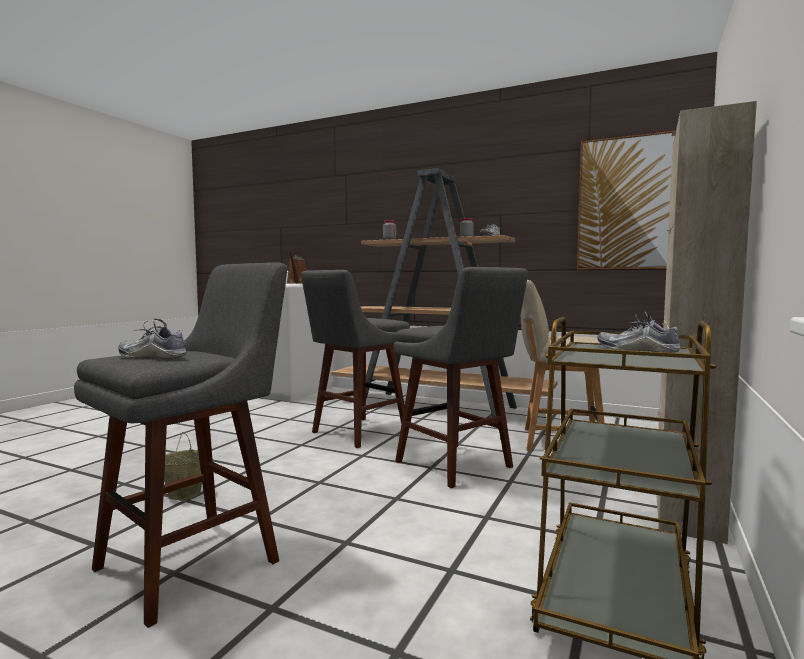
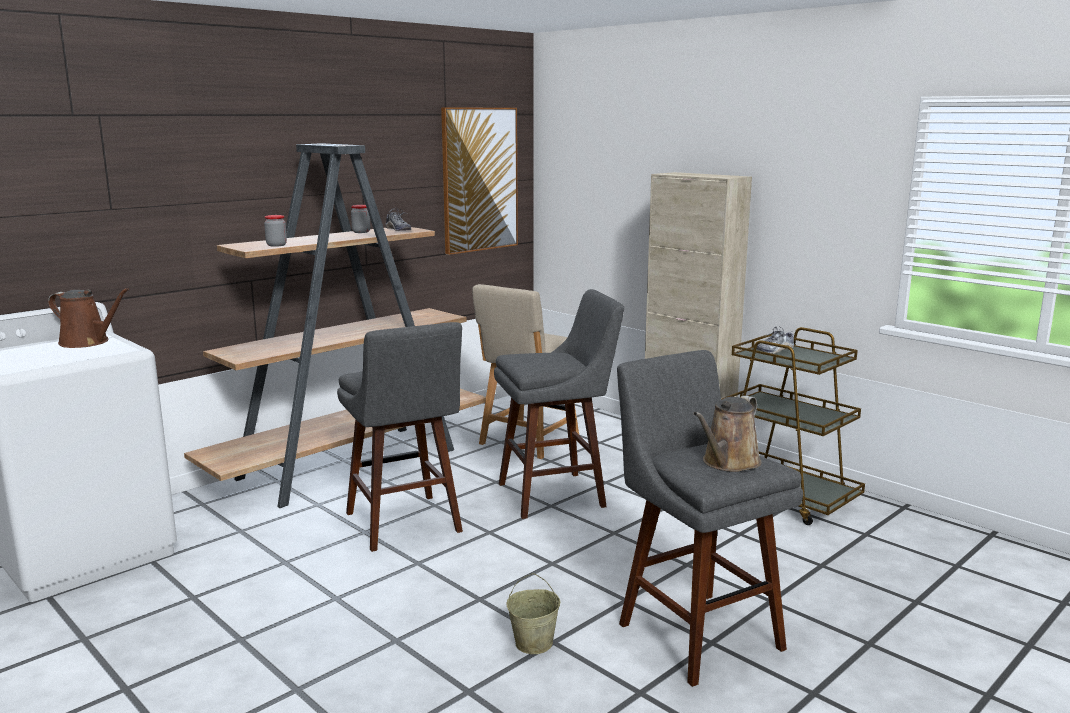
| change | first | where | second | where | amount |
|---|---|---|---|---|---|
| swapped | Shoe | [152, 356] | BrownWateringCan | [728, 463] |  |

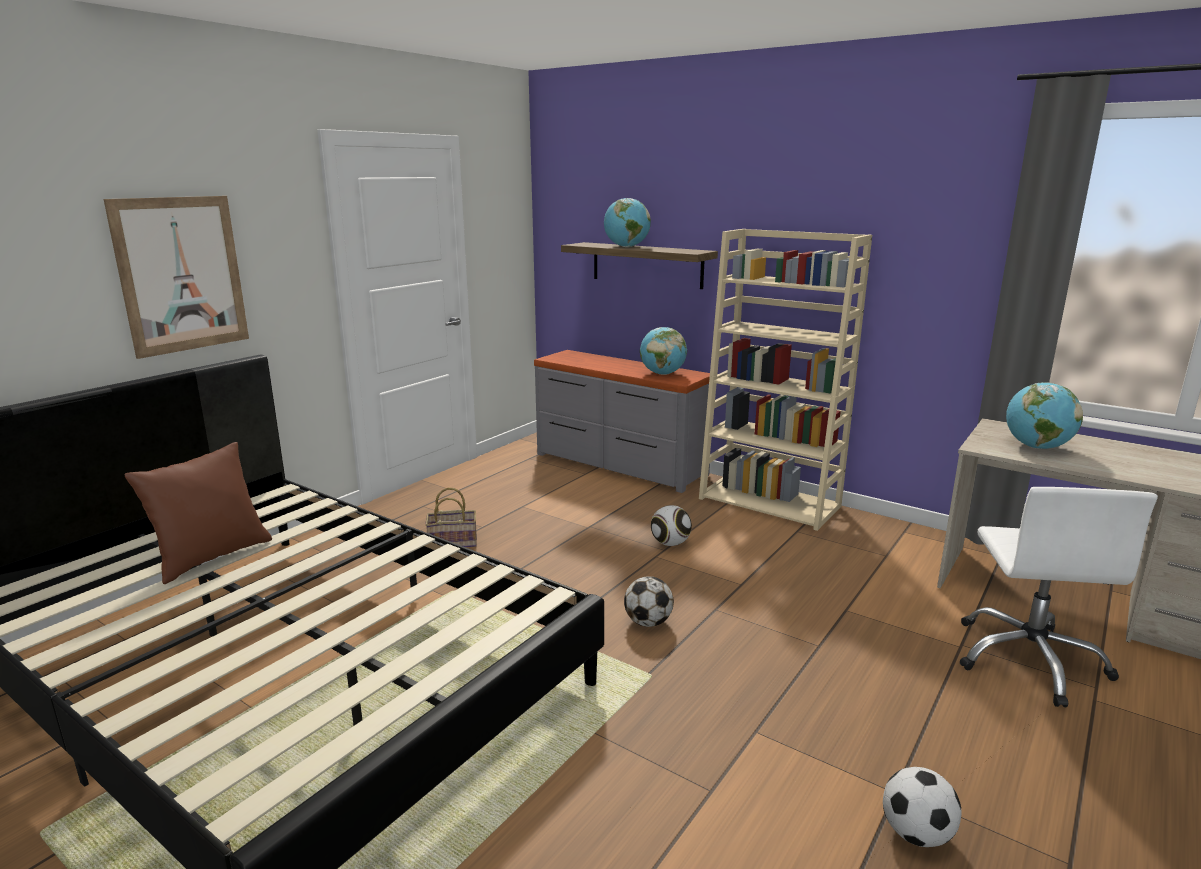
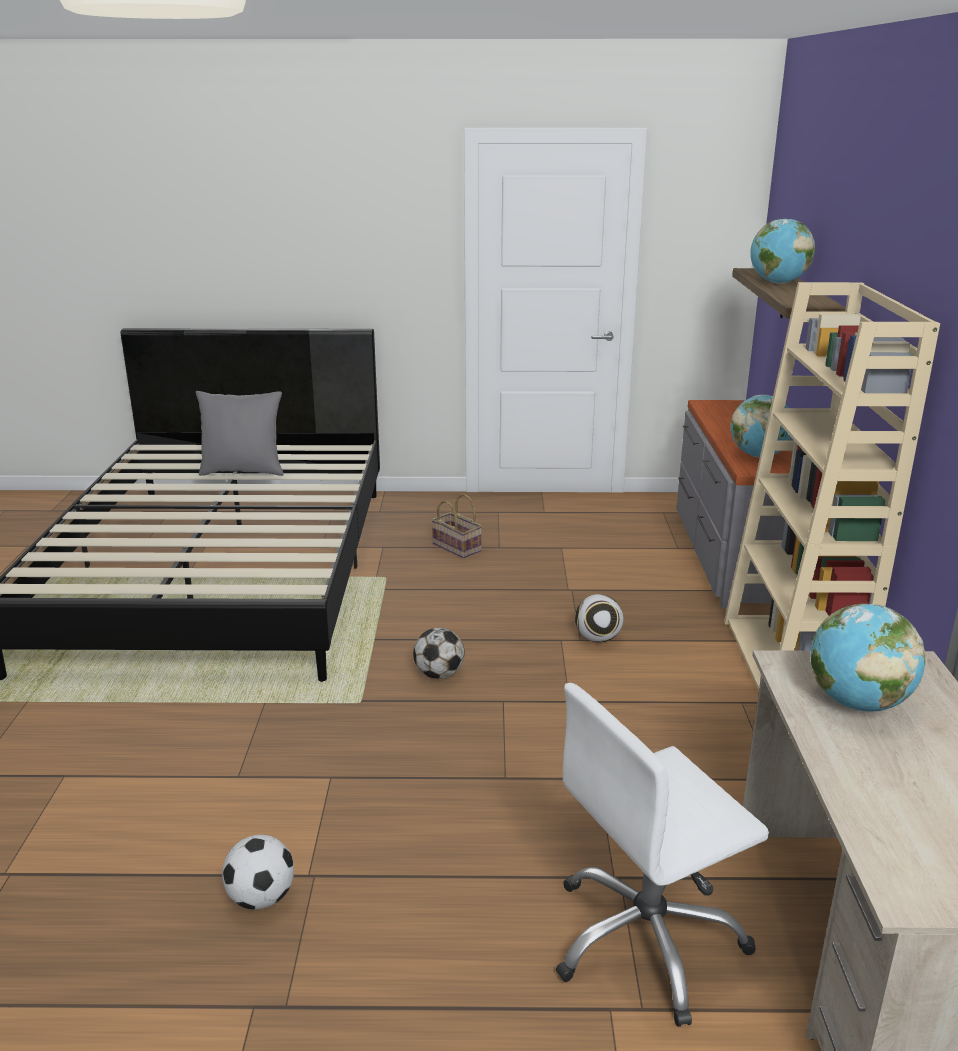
| change | first | where | second | where | amount |
|---|---|---|---|---|---|
| gone | Picture | [181, 274] |  |  |  |
| repainted | BrownPillow | [212, 557] | GreyPillow | [243, 471] |  |

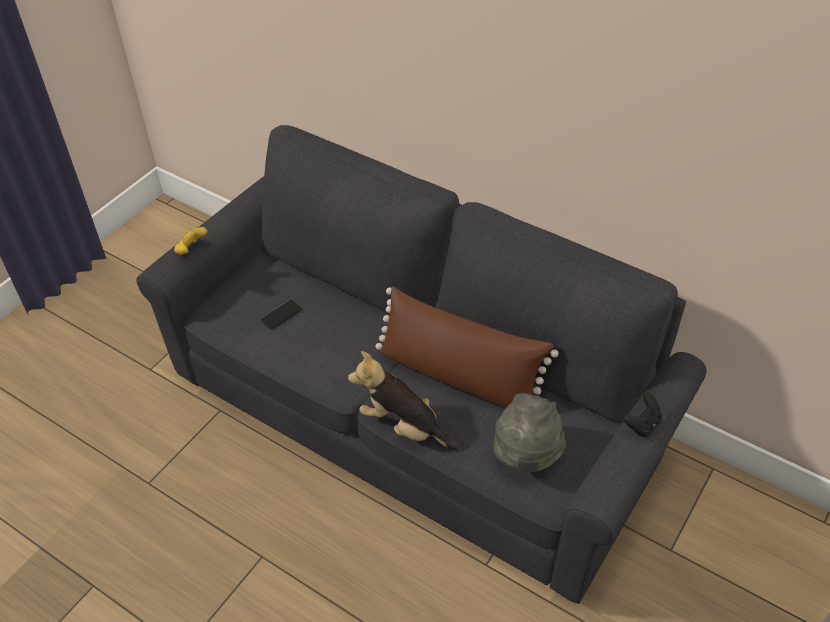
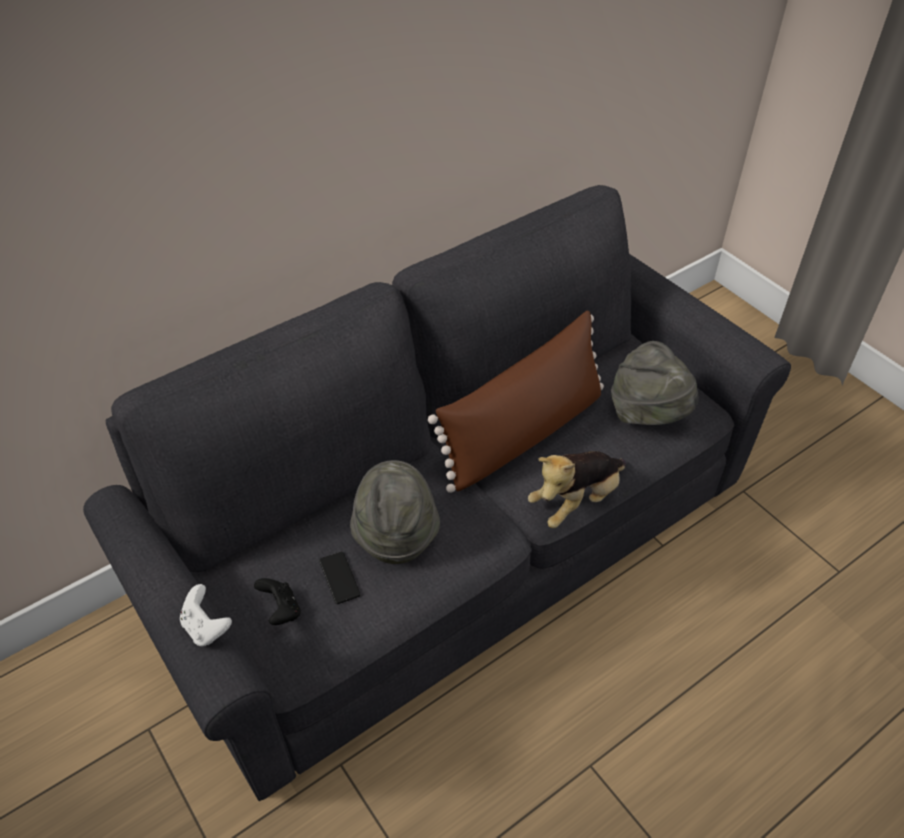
| change | first | where | second | where | amount |
|---|---|---|---|---|---|
| repainted | YellowGameController | [191, 250] | WhiteGameController | [206, 627] |  |
| shifted | BlackGameController | [642, 424] |  | [281, 610] |  |
| new |  |  | GreyHat | [395, 534] |  |

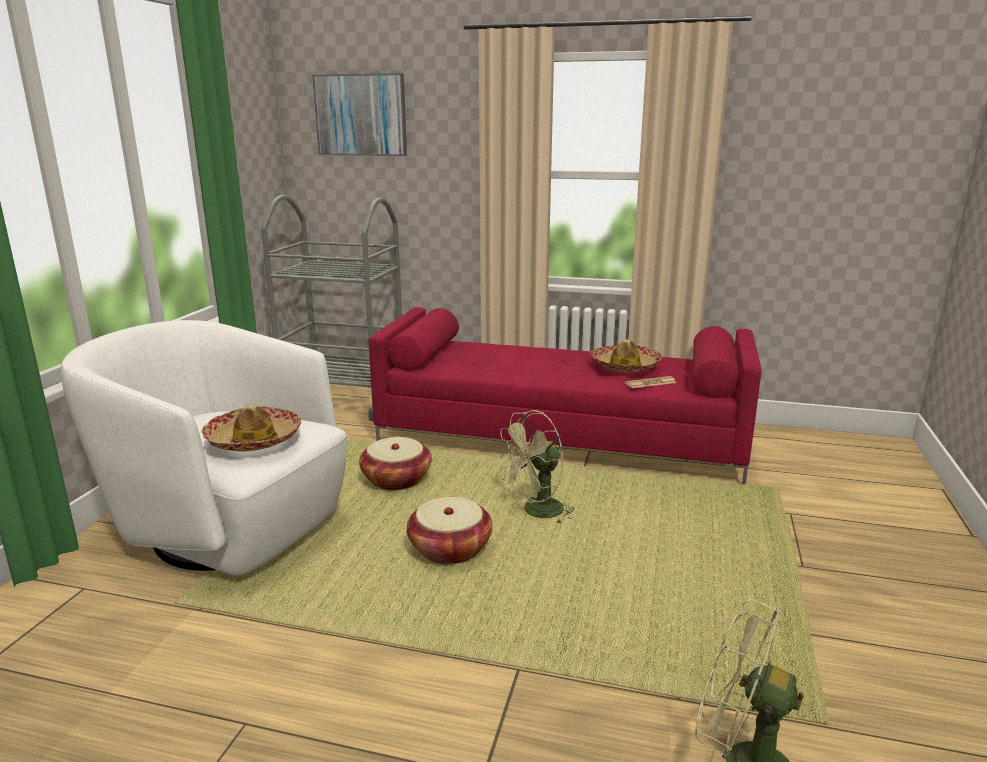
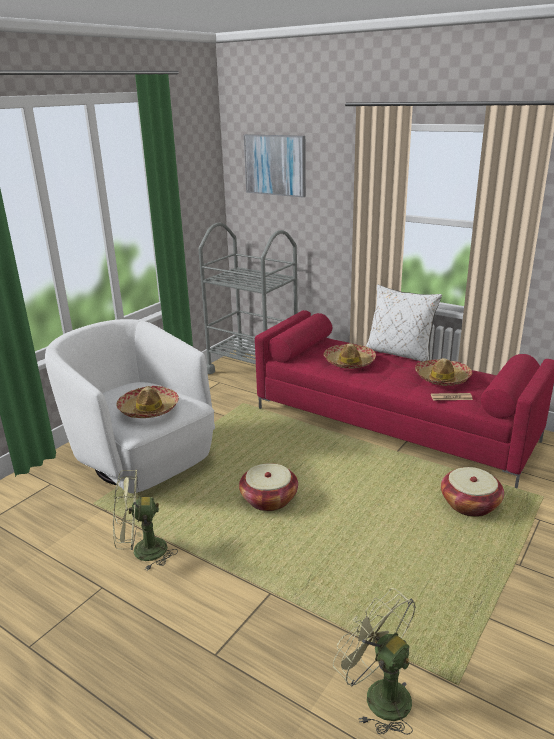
| change | first | where | second | where | amount |
|---|---|---|---|---|---|
| shifted | GreenFan | [536, 512] |  | [142, 552] |  |
| shifted | Basket | [396, 479] |  | [469, 504] |  |
| new |  |  | WhitePillow | [399, 353] |  |
| new |  |  | Hat | [349, 362] |  |

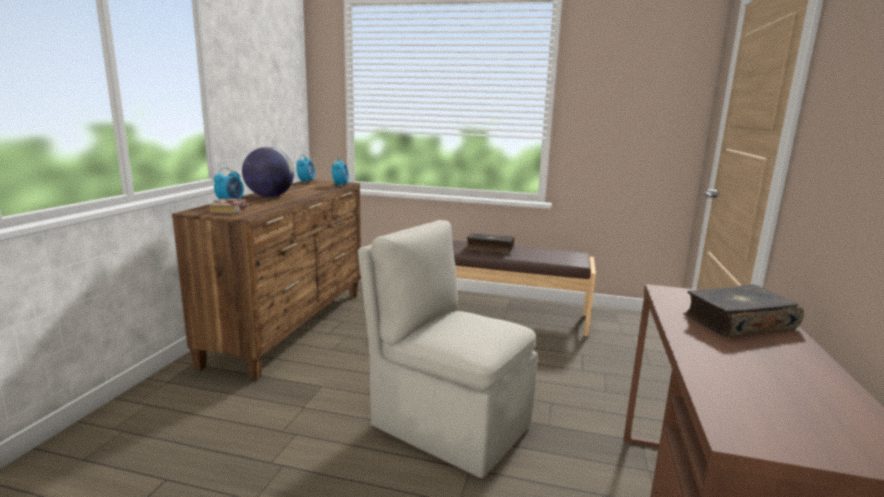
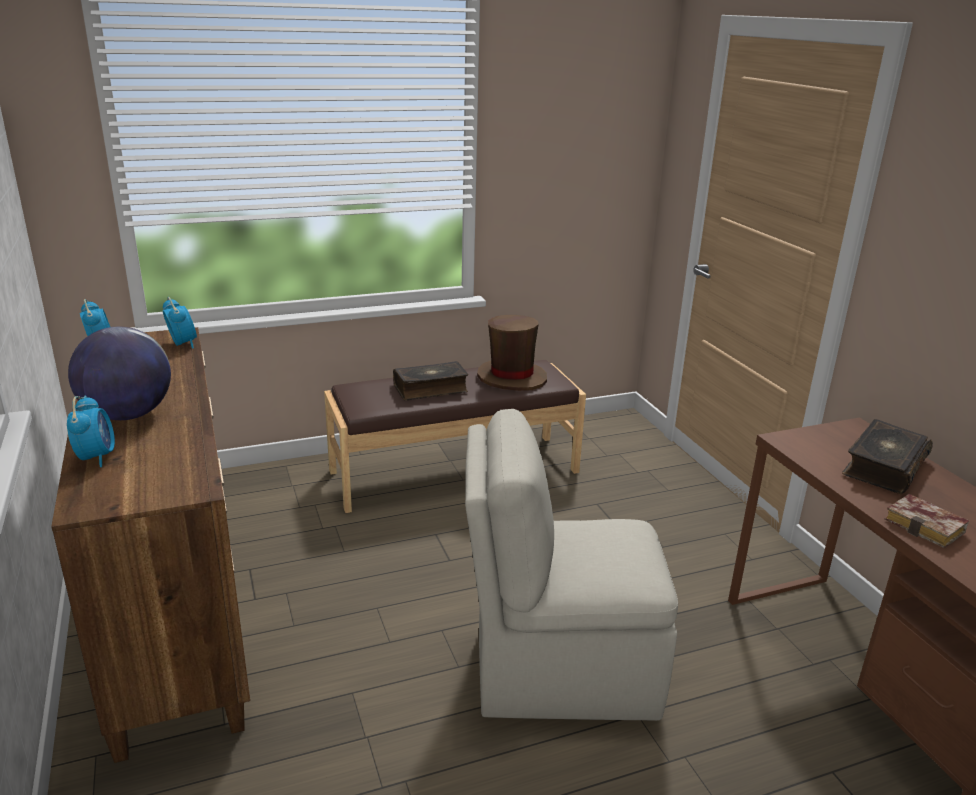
| change | first | where | second | where | amount |
|---|---|---|---|---|---|
| shifted | Book | [229, 210] |  | [927, 527] |  |
| new |  |  | BrownHat | [511, 377] |  |

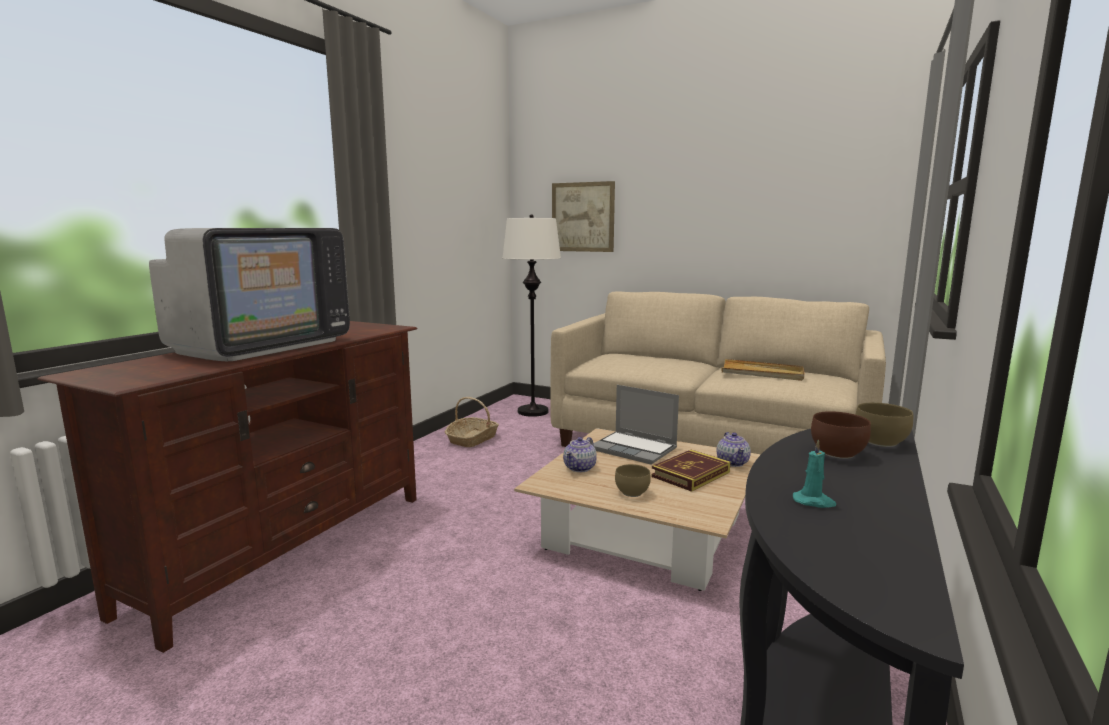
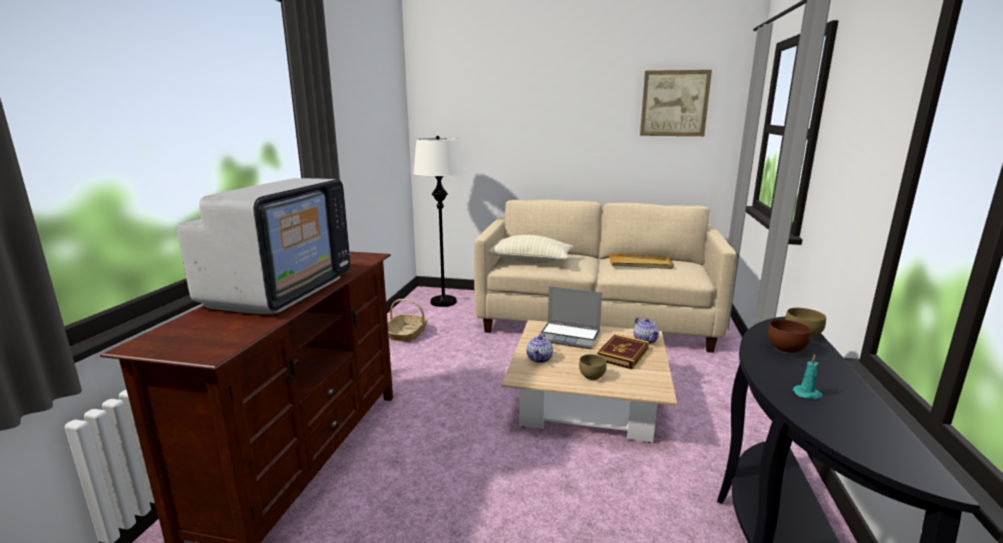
| change | first | where | second | where | amount |
|---|---|---|---|---|---|
| shifted | Picture | [582, 217] |  | [674, 103] |  |
| new |  |  | BeigePillow | [530, 261] |  |

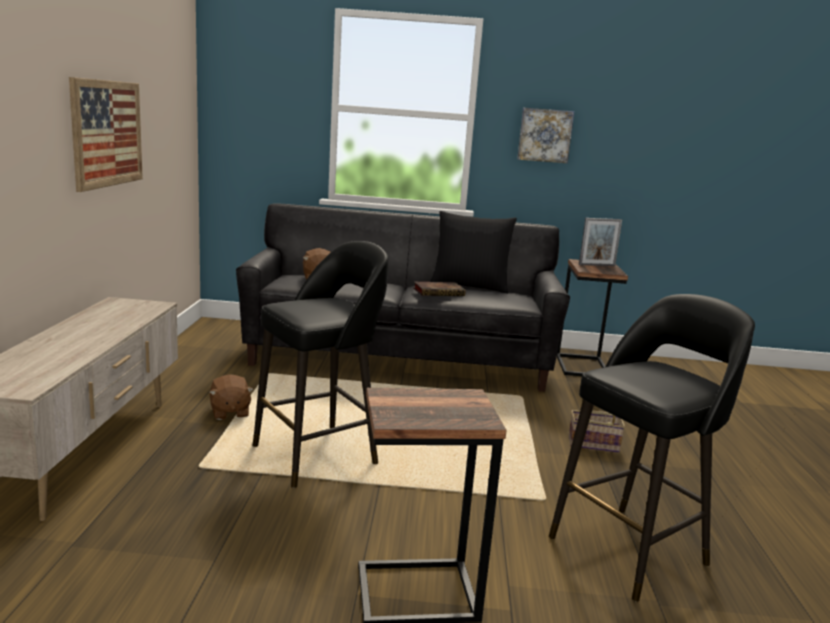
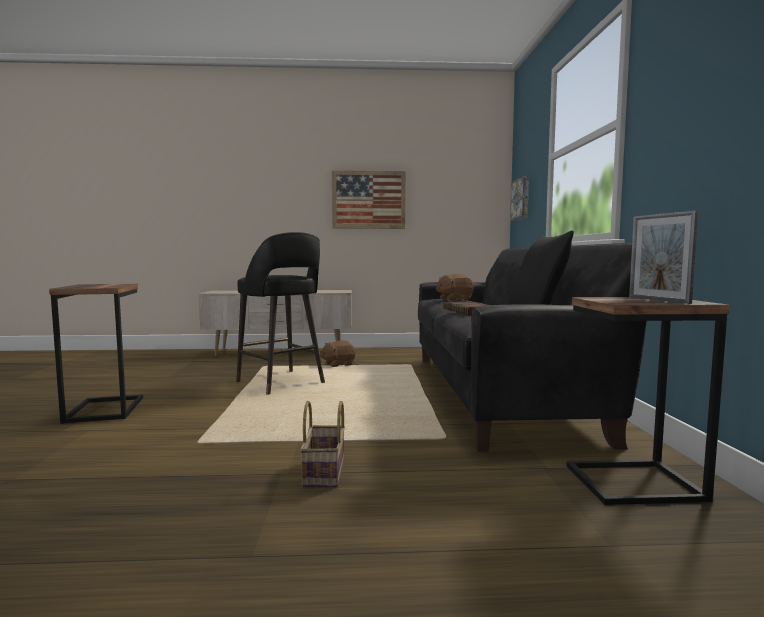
| change | first | where | second | where | amount |
|---|---|---|---|---|---|
| shifted | Picture | [545, 135] |  | [521, 199] |  |
| gone | BlackStool | [631, 549] |  |  |  |

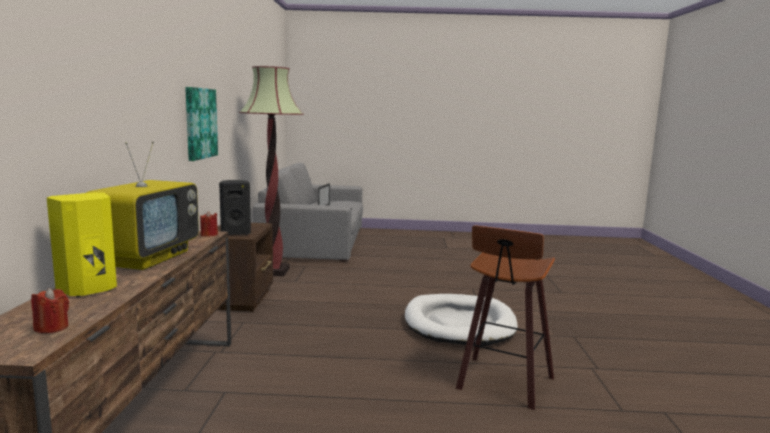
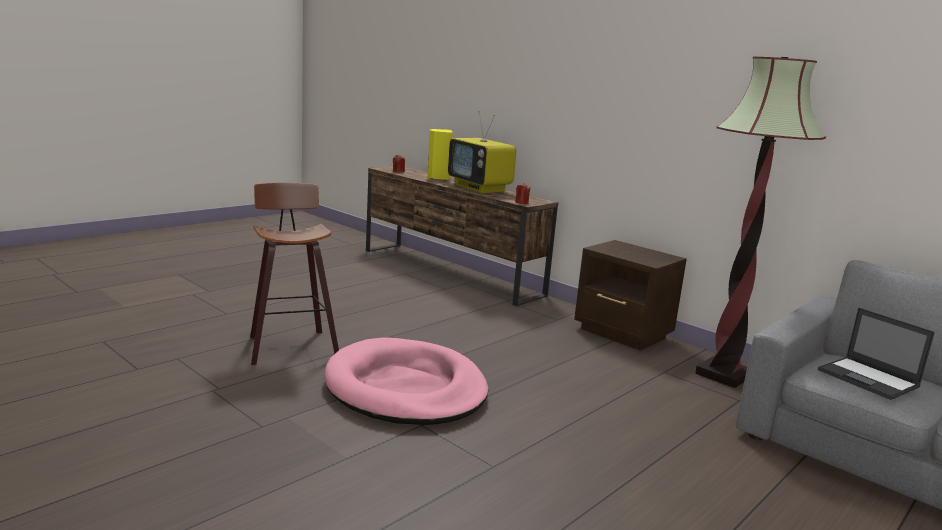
| change | first | where | second | where | amount |
|---|---|---|---|---|---|
| gone | Picture | [200, 123] |  |  |  |
| gone | BlackSpeaker | [236, 233] |  |  |  |
| repainted | WhiteDogBed | [459, 324] | PinkDogBed | [406, 388] |  |

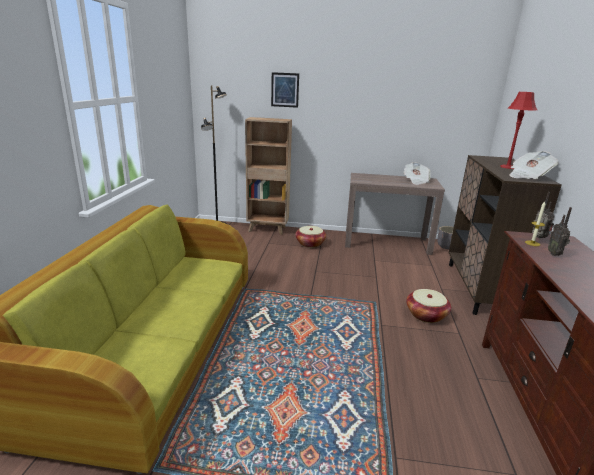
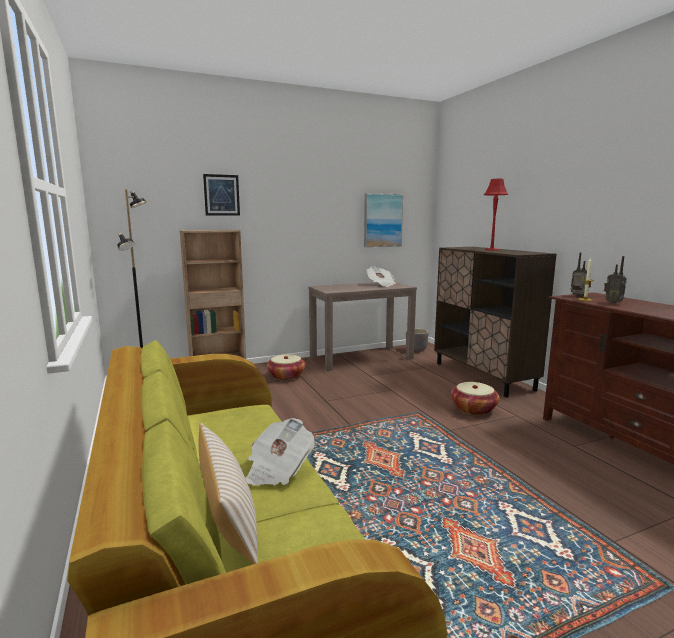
| change | first | where | second | where | amount |
|---|---|---|---|---|---|
| shifted | Newspaper | [528, 176] |  | [278, 469] |  |
| new |  |  | Picture | [382, 220] |  |
| new |  |  | BeigePillow | [228, 516] |  |

